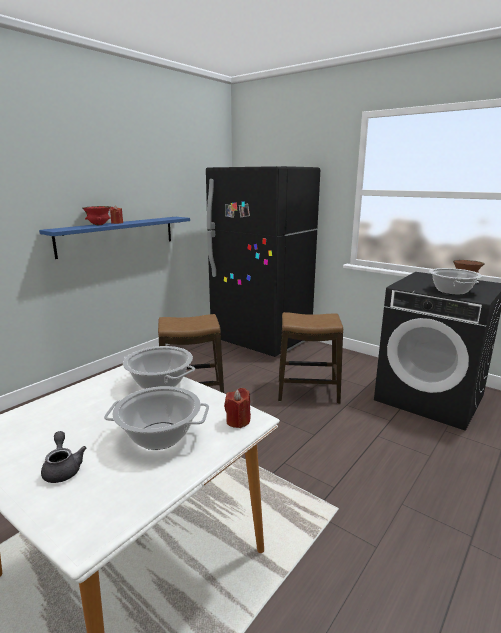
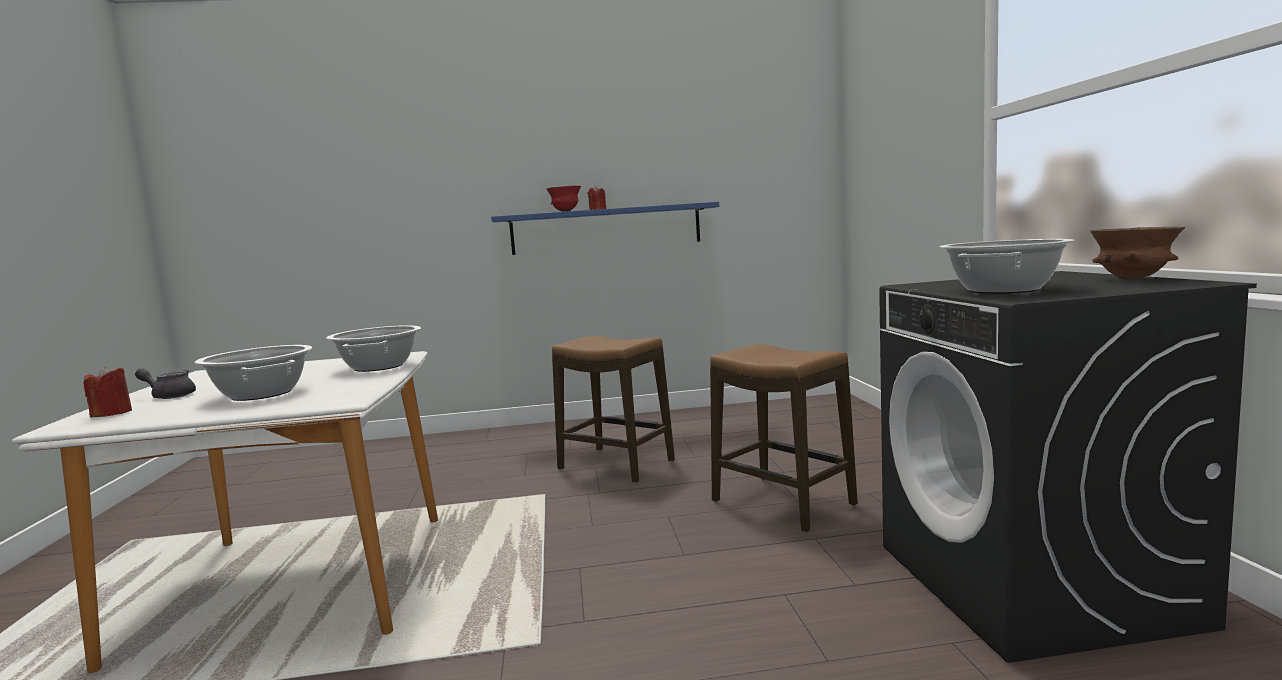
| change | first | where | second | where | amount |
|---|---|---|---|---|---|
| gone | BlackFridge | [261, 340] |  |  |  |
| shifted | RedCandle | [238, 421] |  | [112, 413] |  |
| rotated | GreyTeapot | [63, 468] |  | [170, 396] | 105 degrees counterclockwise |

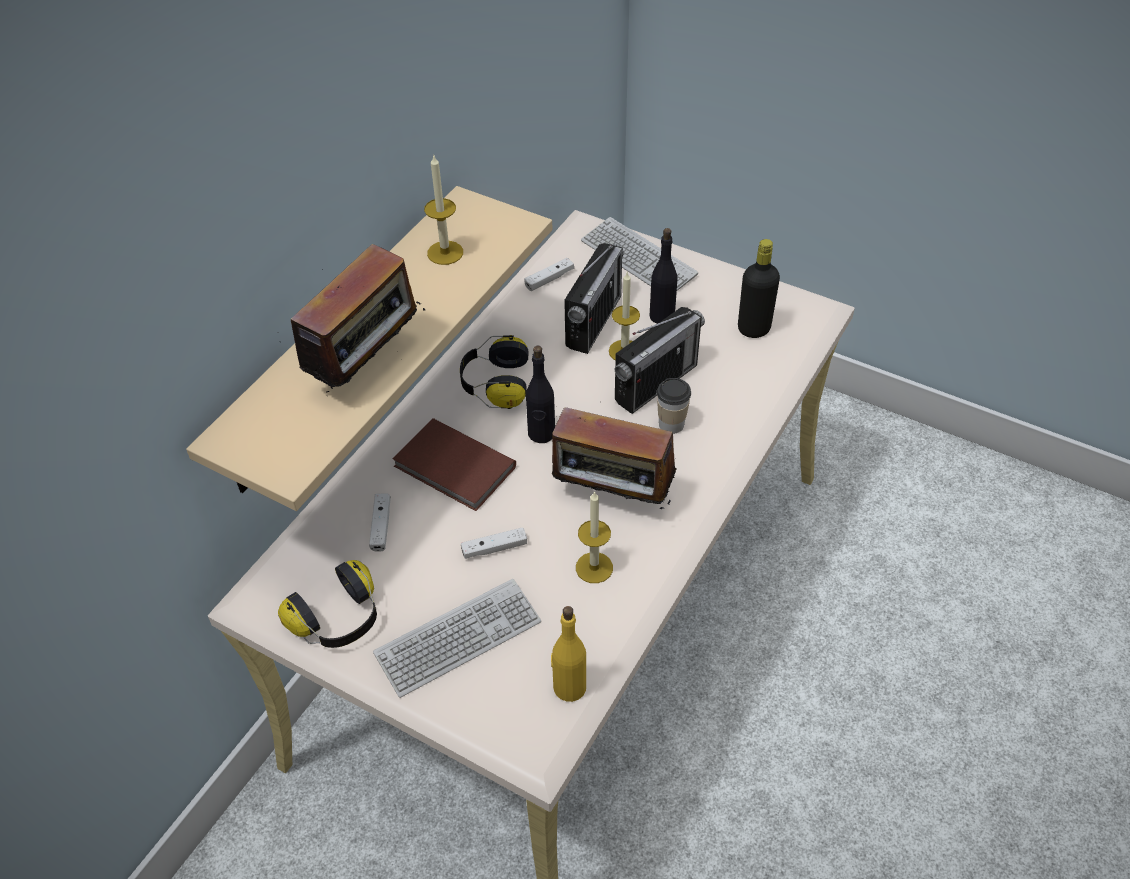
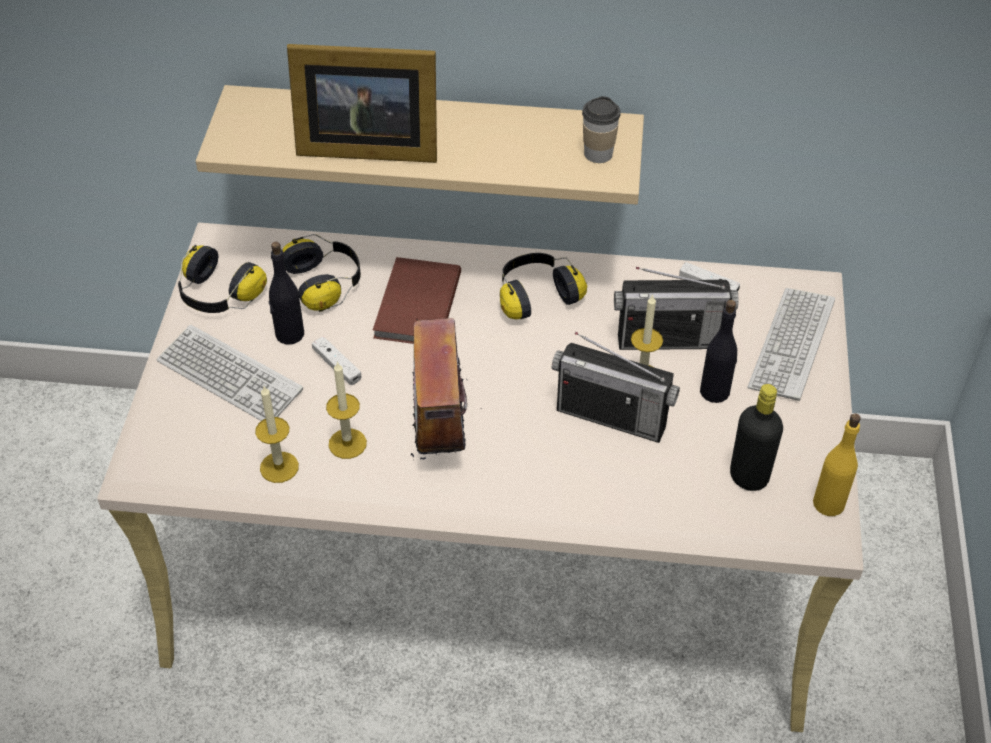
| change | first | where | second | where | amount |
|---|---|---|---|---|---|
| shifted | Candle | [445, 253] |  | [279, 467] |  |
| swapped | Radio | [368, 367] | PictureFrame | [364, 146] |  |
| shifted | BlackBottle | [541, 433] |  | [289, 334] |  |
| shifted | Cup | [671, 424] |  | [598, 154] |  |
| swapped | WhiteGameController | [381, 526] | Headphones | [326, 283] |  |
| shifted | YellowBottle | [569, 687] |  | [828, 503] |  |

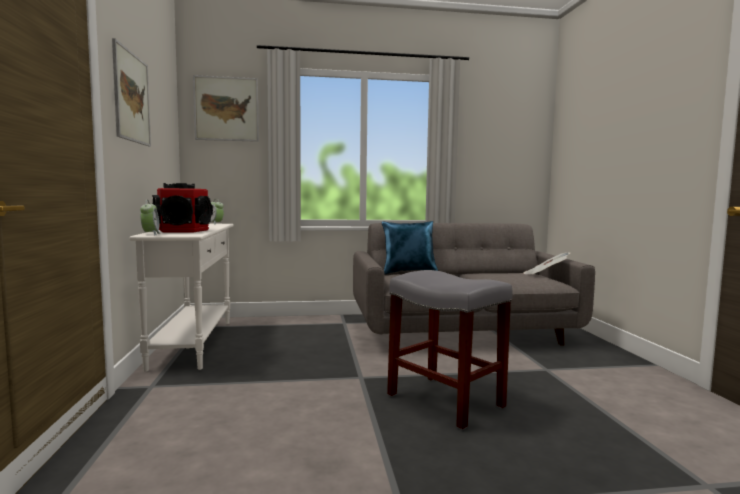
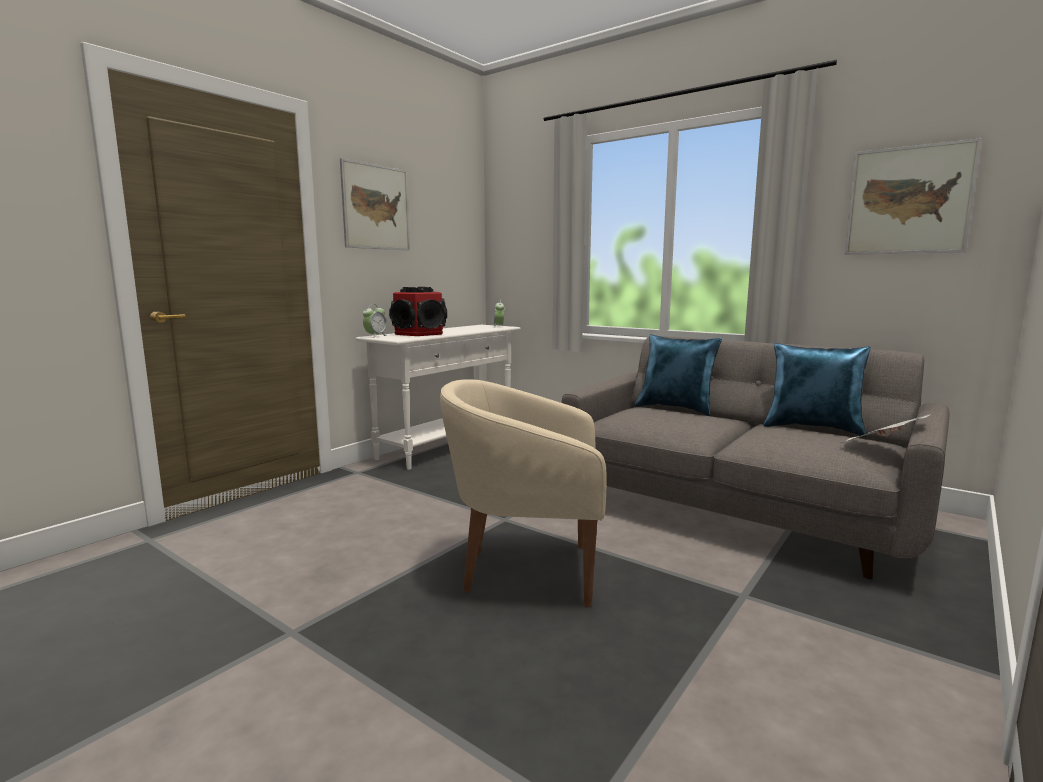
| change | first | where | second | where | amount |
|---|---|---|---|---|---|
| shifted | Picture | [226, 109] |  | [908, 200] |  |
| swapped | GreyStool | [444, 400] | BeigeArmchair | [525, 572] |  |
| new |  |  | BluePillow | [813, 428] |  |

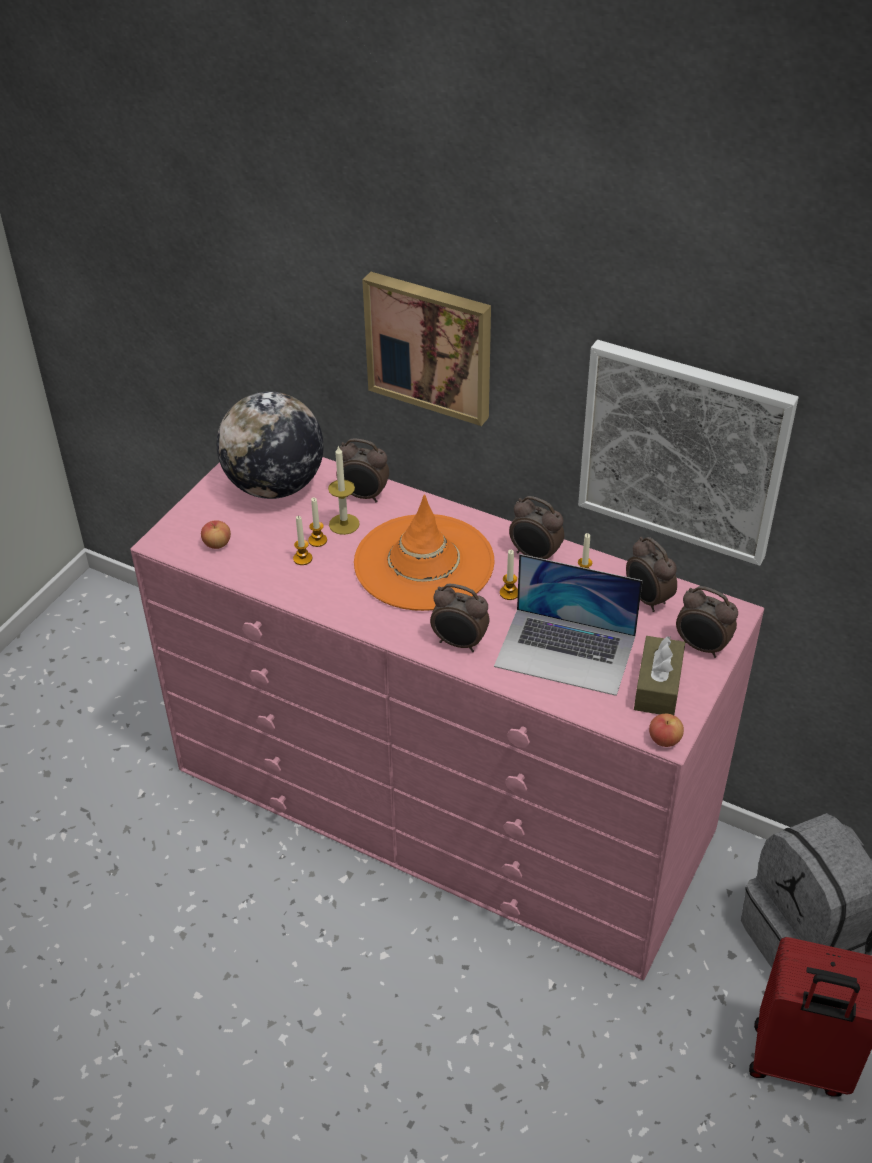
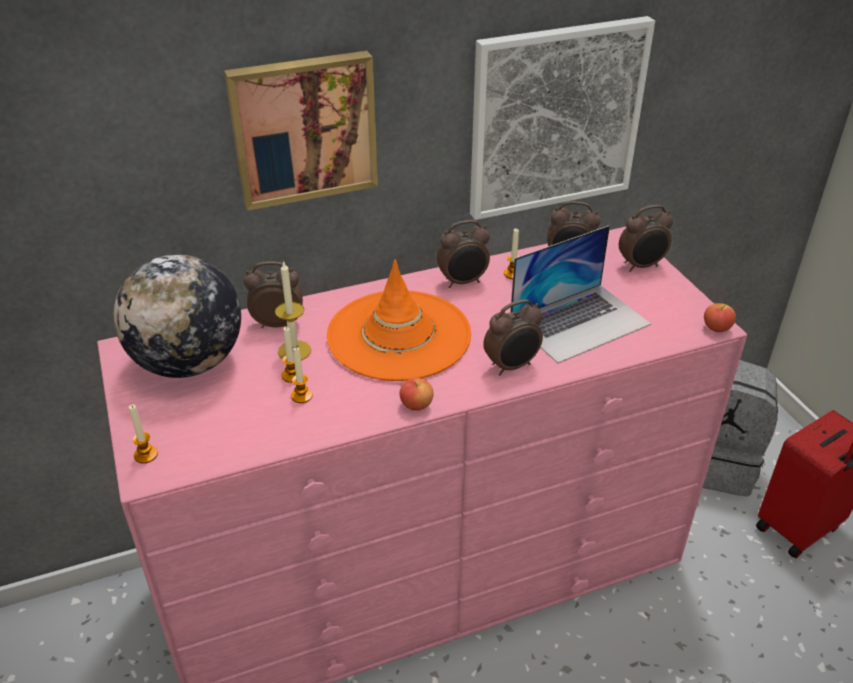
| change | first | where | second | where | amount |
|---|---|---|---|---|---|
| rotated | AlarmClock | [364, 496] |  | [278, 323] | 150 degrees counterclockwise |
| shifted | Apple | [217, 544] |  | [416, 405] |  |
| shifted | Candle | [509, 593] |  | [146, 455] |  |
| gone | BrownTissueBox | [658, 686] |  |  |  |

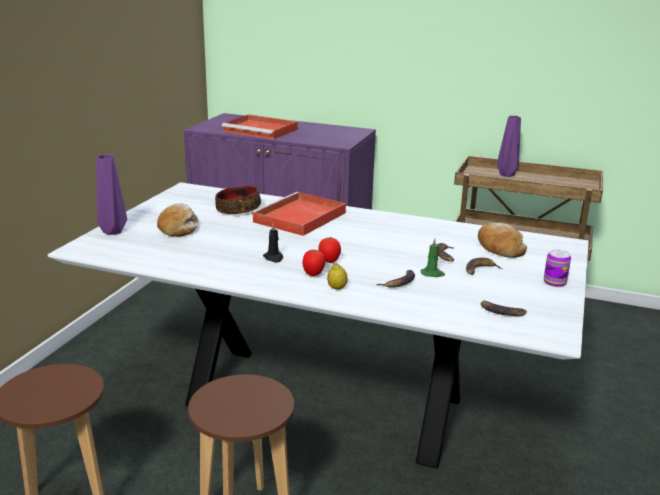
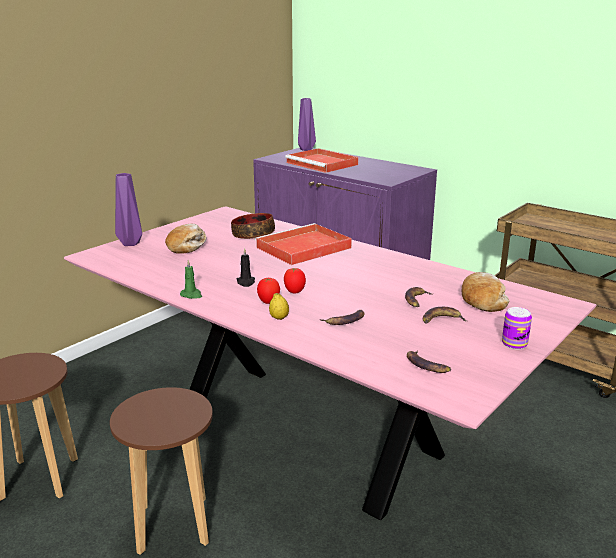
| change | first | where | second | where | amount |
|---|---|---|---|---|---|
| shifted | PurpleVase | [506, 175] |  | [305, 149] |  |
| repainted | WhiteDiningTable | [326, 403] | PinkDiningTable | [307, 433] |  |
| shifted | GreenCandle | [432, 274] |  | [191, 295] |  |

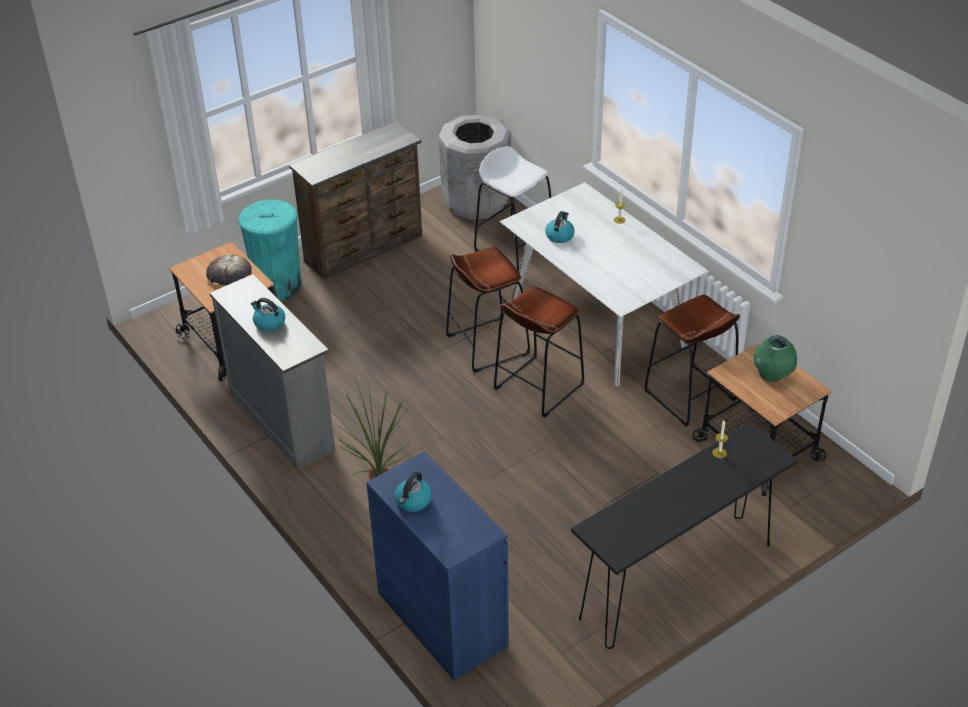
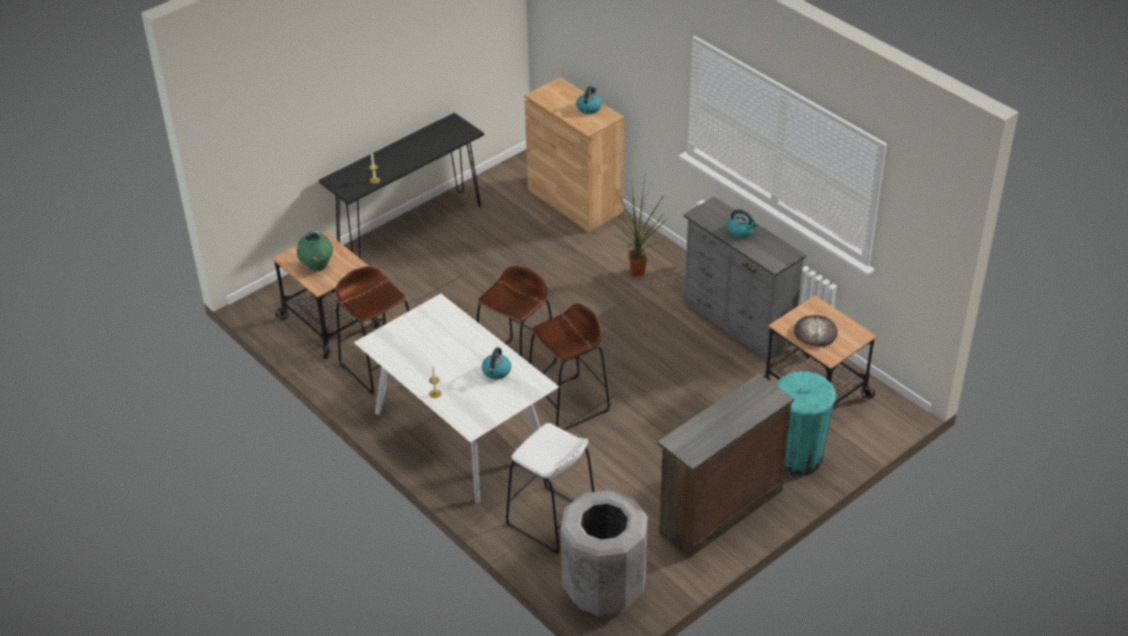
| change | first | where | second | where | amount |
|---|---|---|---|---|---|
| repainted | BlueCabinet | [442, 619] | BrownCabinet | [575, 201] |  |

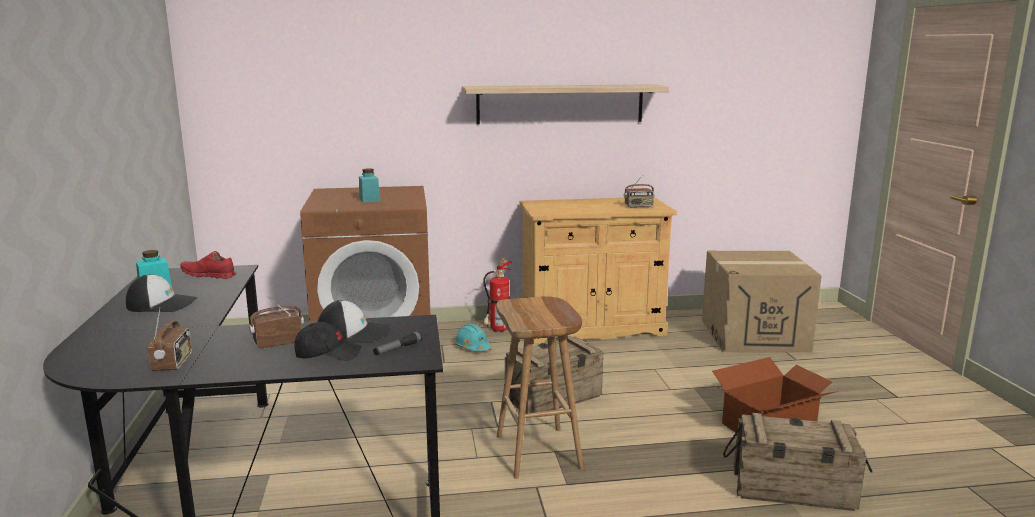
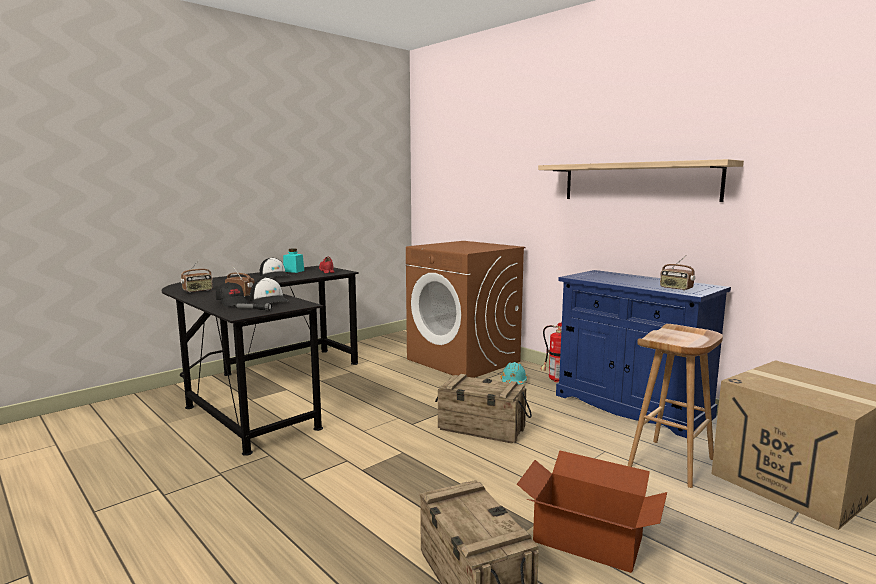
| change | first | where | second | where | amount |
|---|---|---|---|---|---|
| gone | TurquoiseJar | [369, 199] |  |  |  |
| repainted | BeigeCabinet | [592, 327] | BlueCabinet | [631, 406] |  |
| shifted | BrownStool | [539, 452] |  | [671, 463] |  |

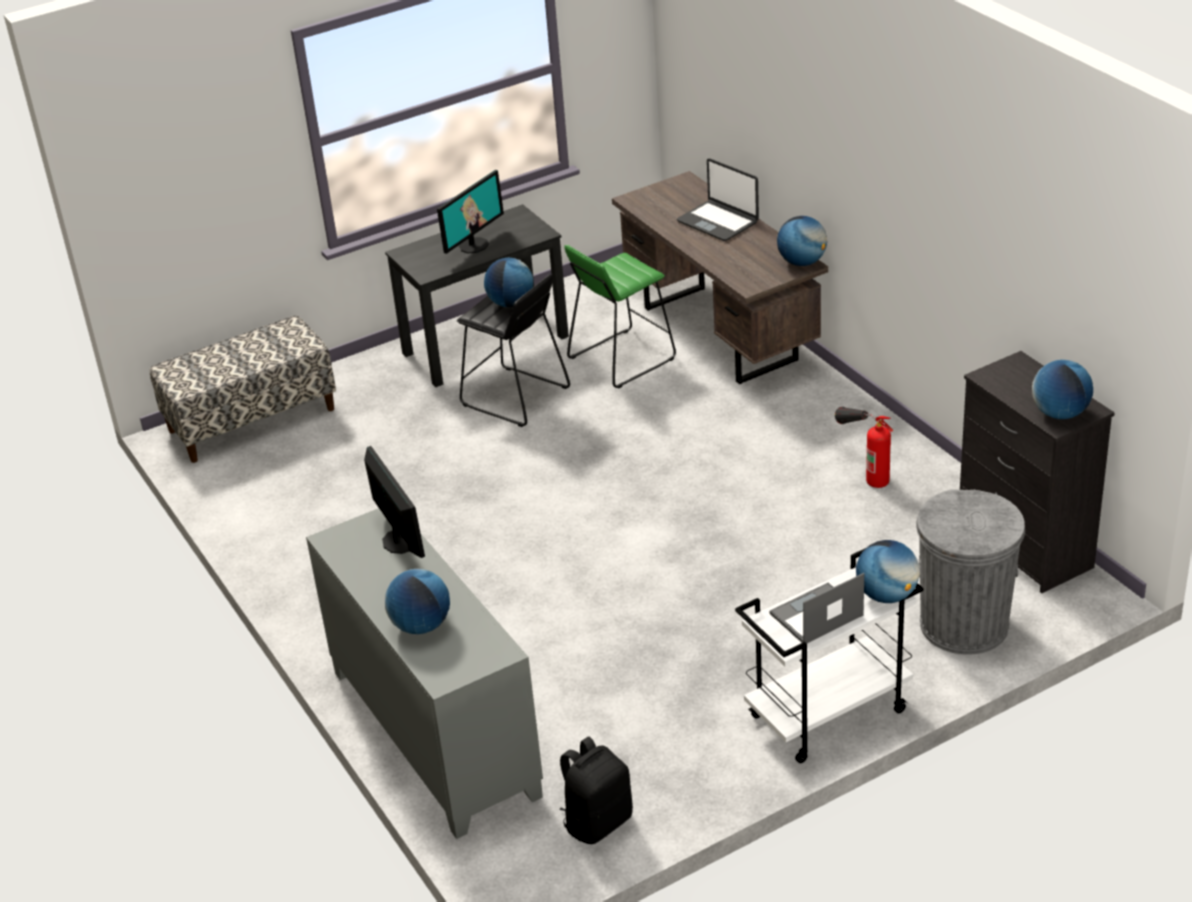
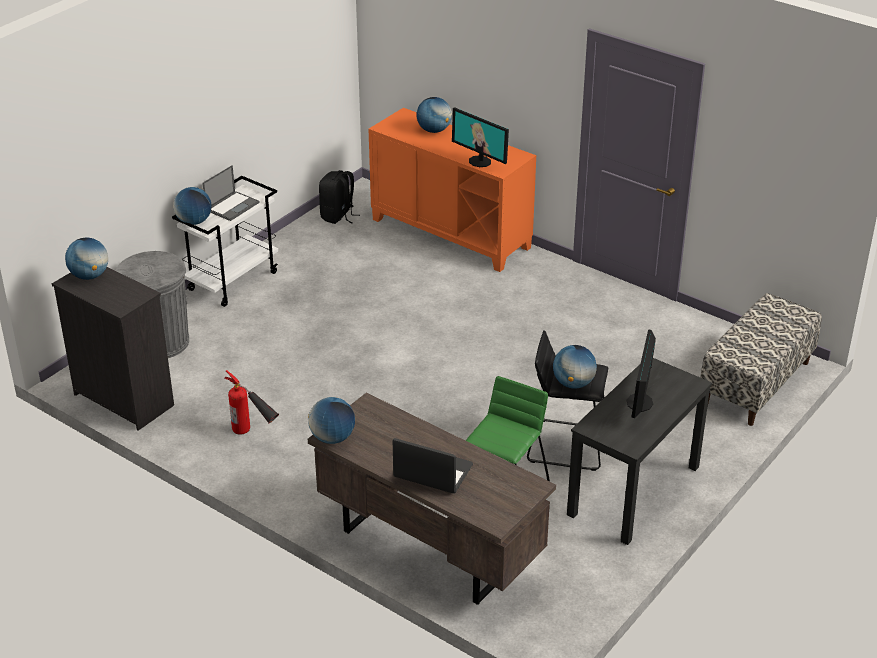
| change | first | where | second | where | amount |
|---|---|---|---|---|---|
| repainted | GreyCabinet | [433, 733] | OrangeCabinet | [451, 233] |  |

